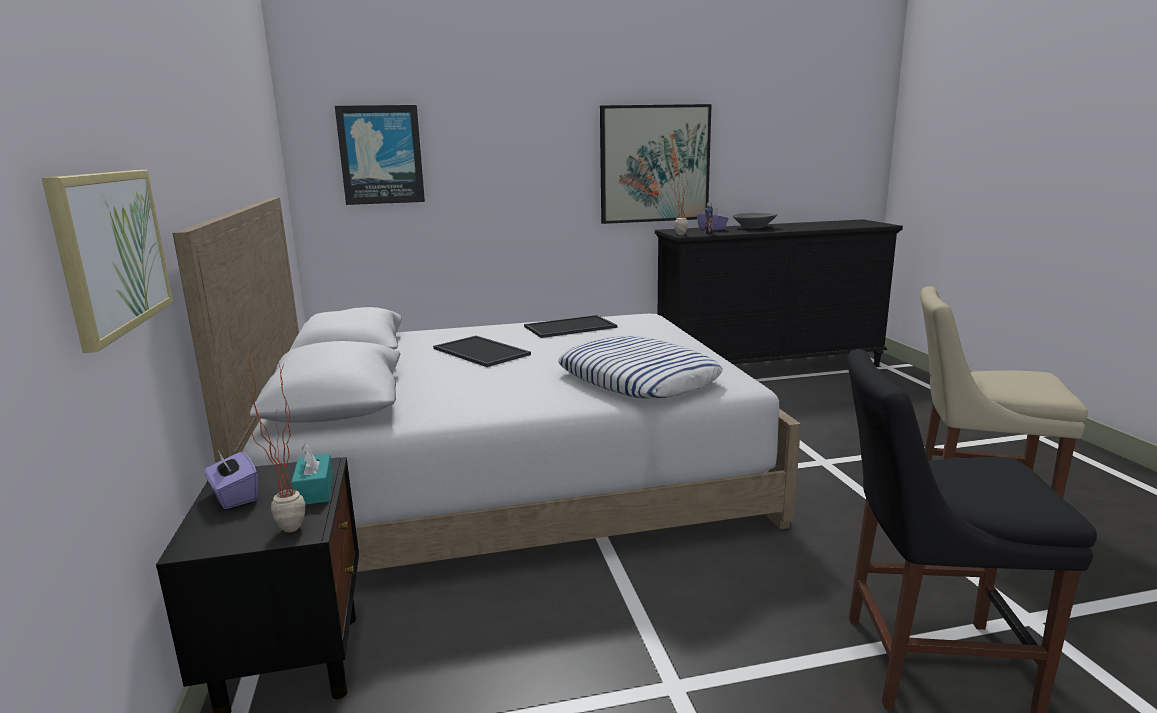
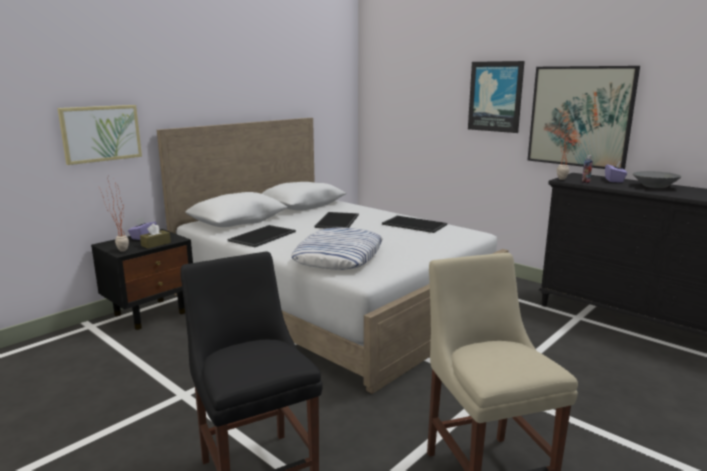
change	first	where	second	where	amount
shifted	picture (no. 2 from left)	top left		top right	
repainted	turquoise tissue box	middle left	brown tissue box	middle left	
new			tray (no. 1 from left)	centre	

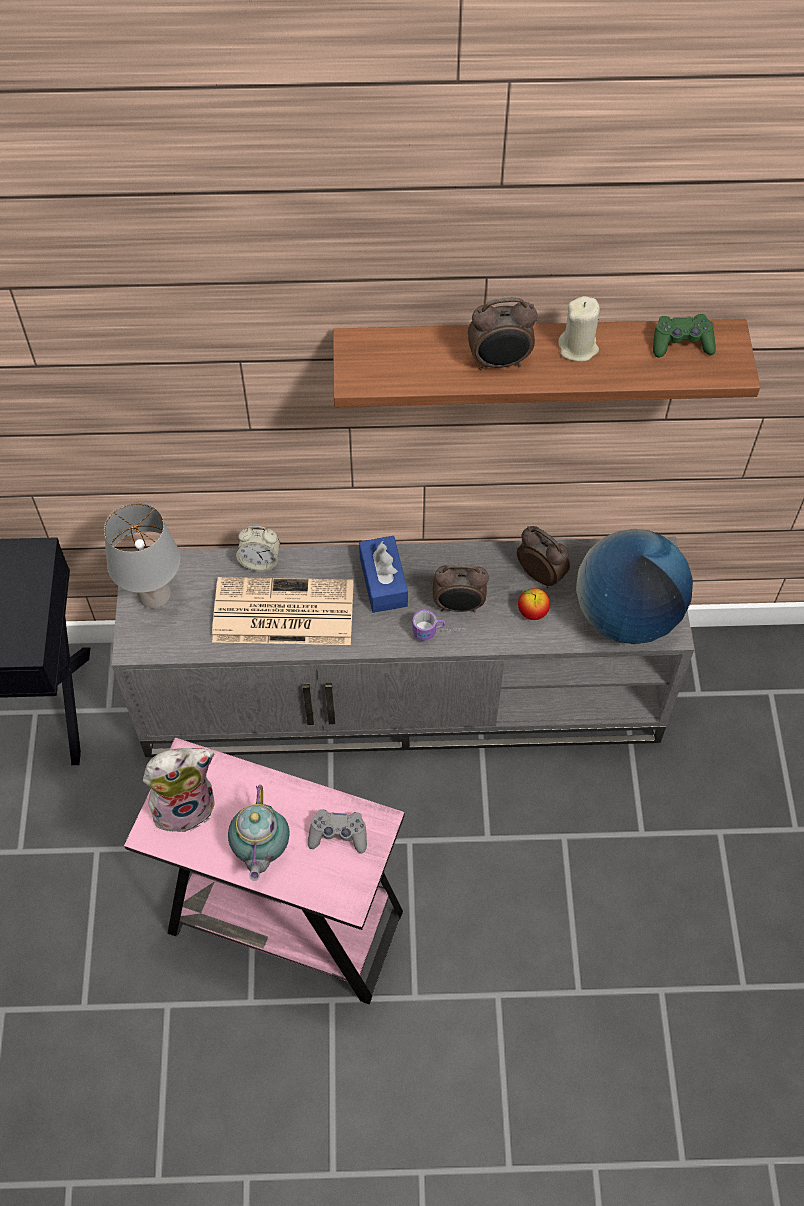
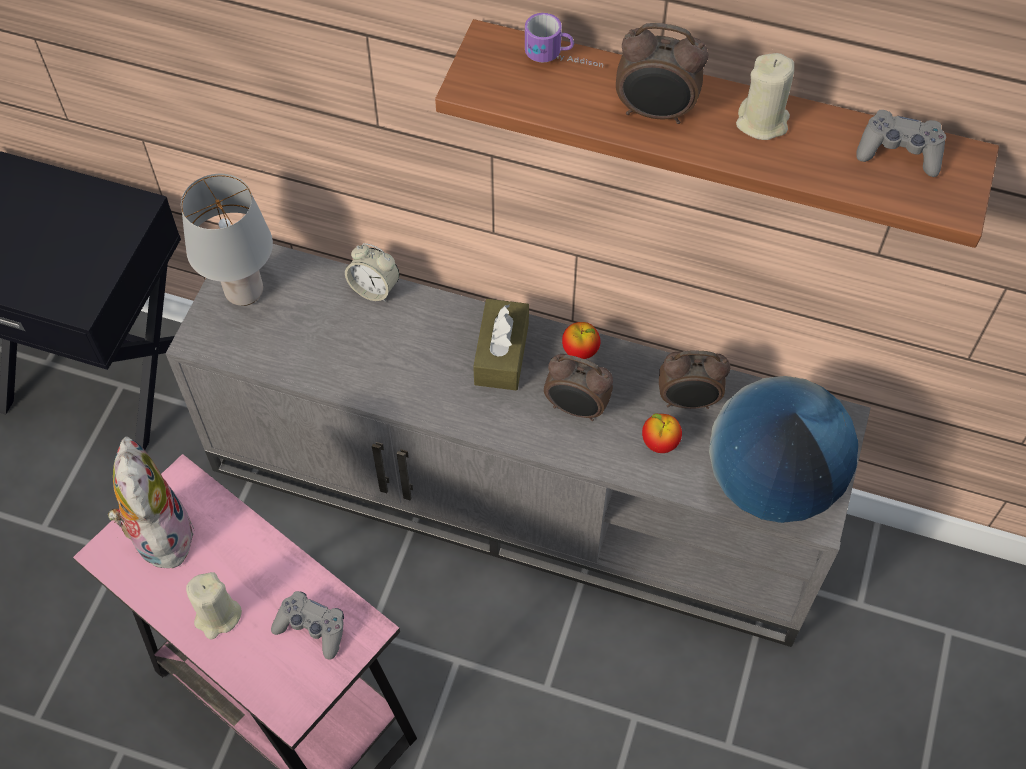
change	first	where	second	where	amount
repainted	green game controller	top right	grey game controller (no. 2 from left)	top right	
rotated	alarm clock (no. 4 from left)	middle right		middle right	120 degrees clockwise
repainted	blue tissue box	centre	brown tissue box	centre	
gone	newspaper	centre			
shifted	mug	centre		top centre	
rotated	plush toy	middle left		middle left	105 degrees counterclockwise
swapped	teapot	bottom left	beige candle (no. 1 from left)	bottom left	
new			apple (no. 1 from left)	centre	

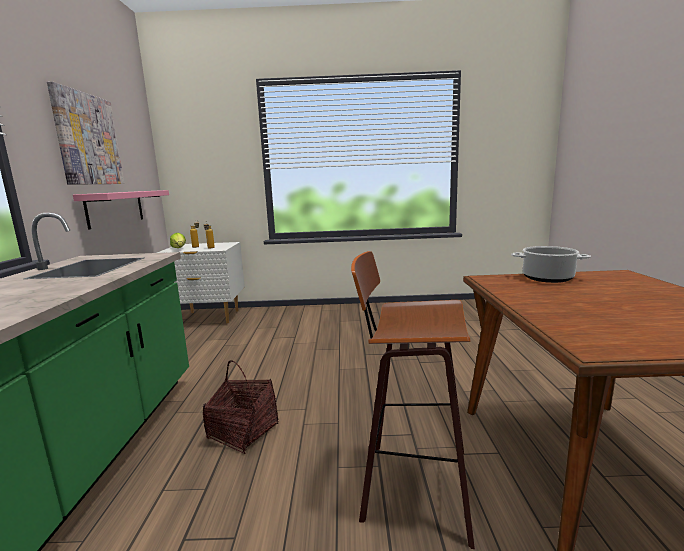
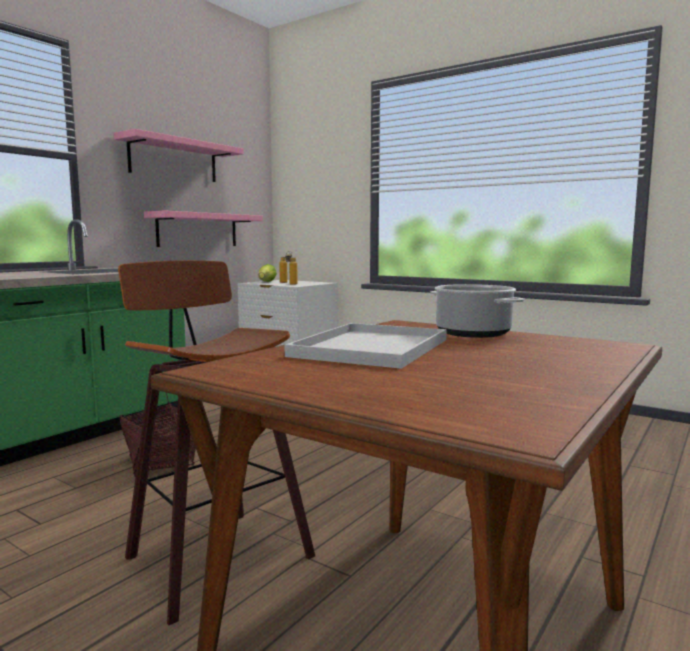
change	first	where	second	where	amount
swapped	picture	top left	pink shelf (no. 1 from left)	top left	
new			white tray	centre	

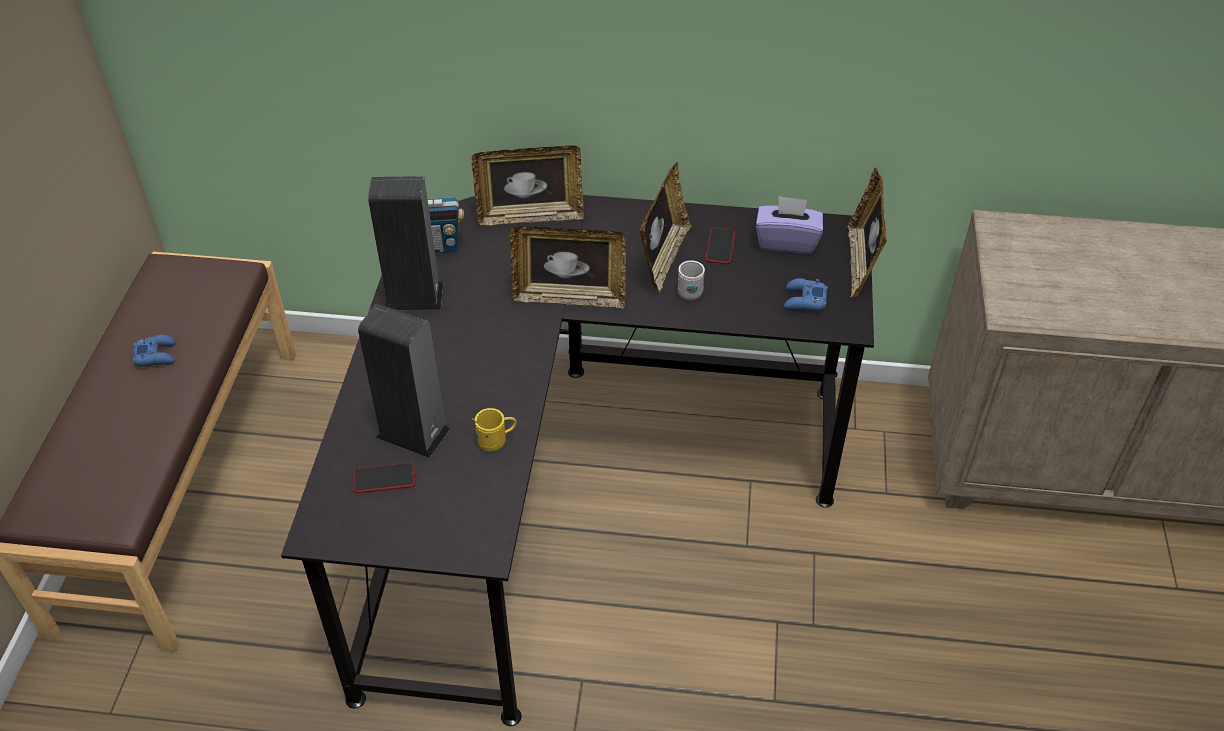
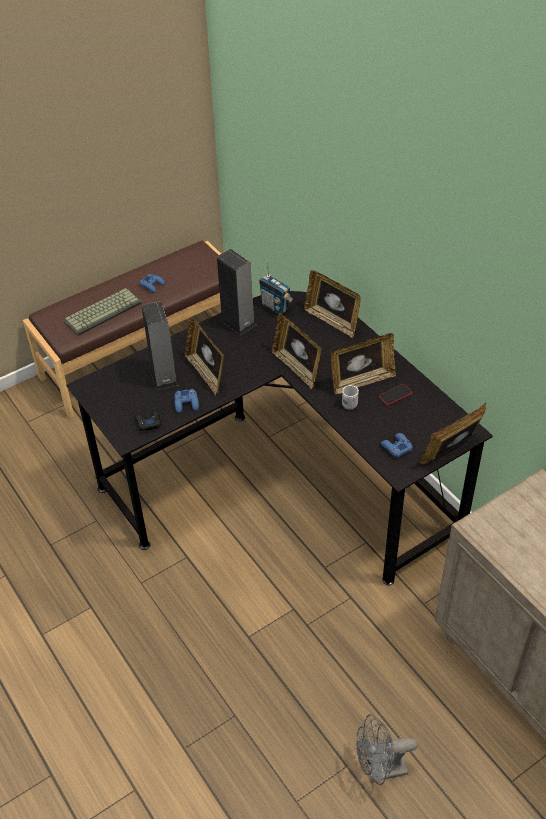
change	first	where	second	where	amount
gone	purple tissue box	top centre			
swapped	yellow mug	centre	blue game controller (no. 2 from left)	centre	
gone	phone (no. 1 from left)	middle left			
new			keyboard	middle left	
new			picture frame (no. 1 from left)	centre	
new			black game controller	middle left	
new			grey fan	bottom right	

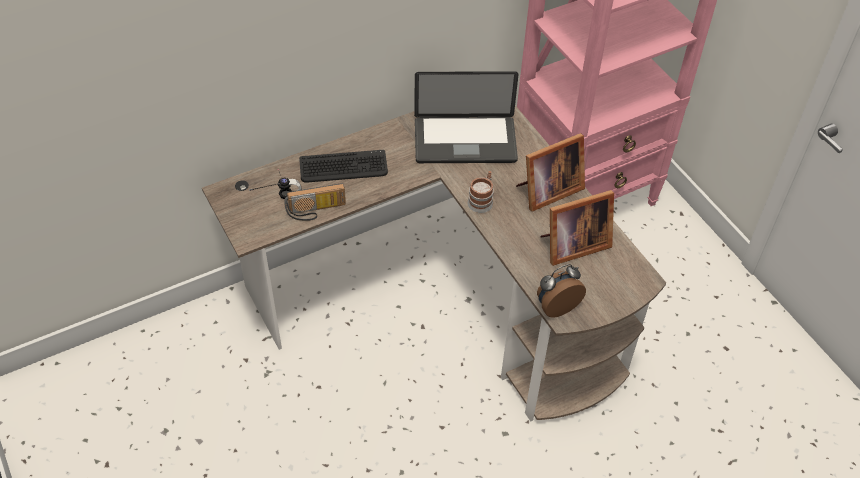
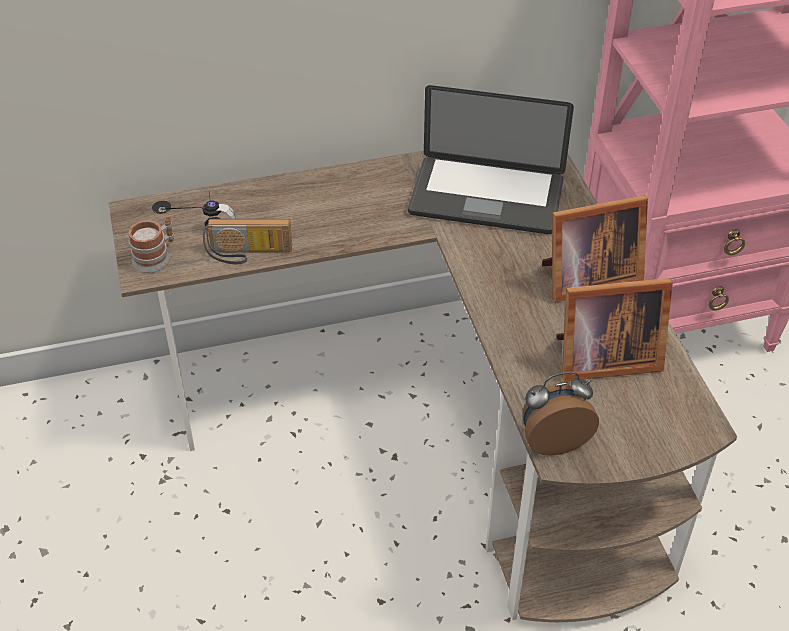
change	first	where	second	where	amount
gone	keyboard	centre			
shifted	mug	centre		middle left	

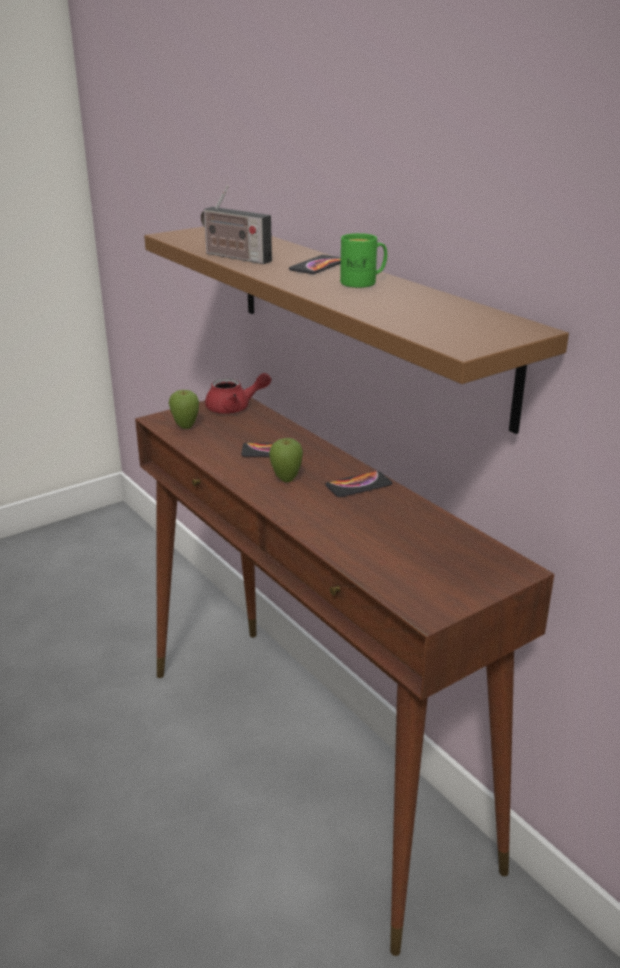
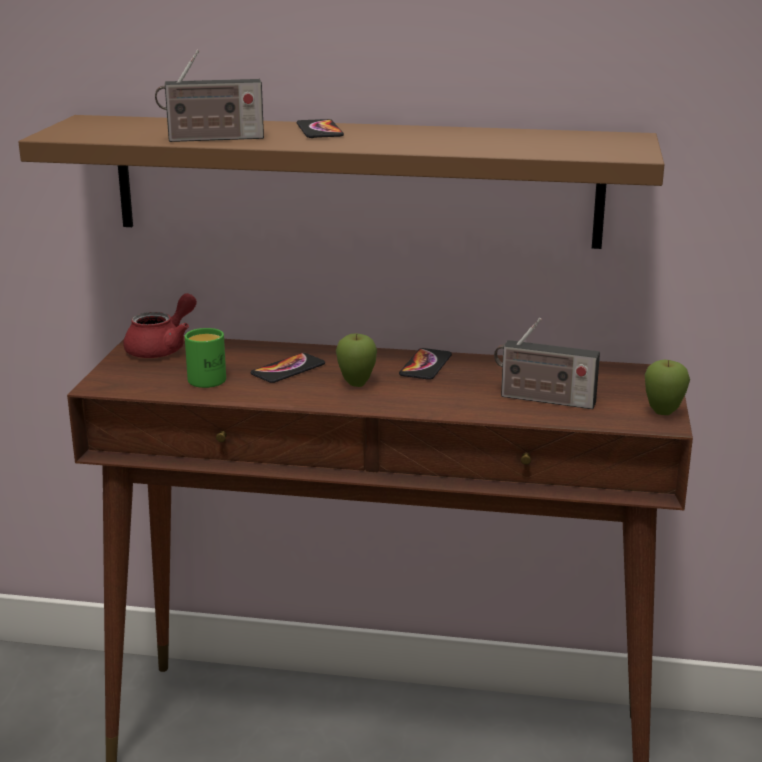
change	first	where	second	where	amount
shifted	green mug	top centre		middle left	
shifted	apple (no. 1 from left in the first image)	middle left	apple (no. 2 from left)	middle right	
new			radio (no. 2 from left)	middle right	

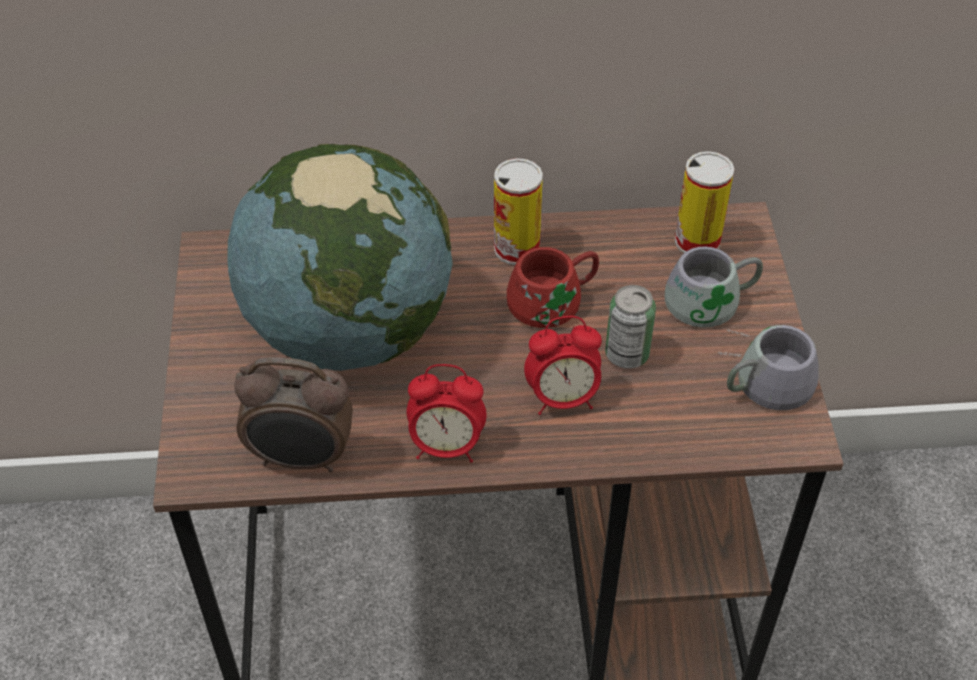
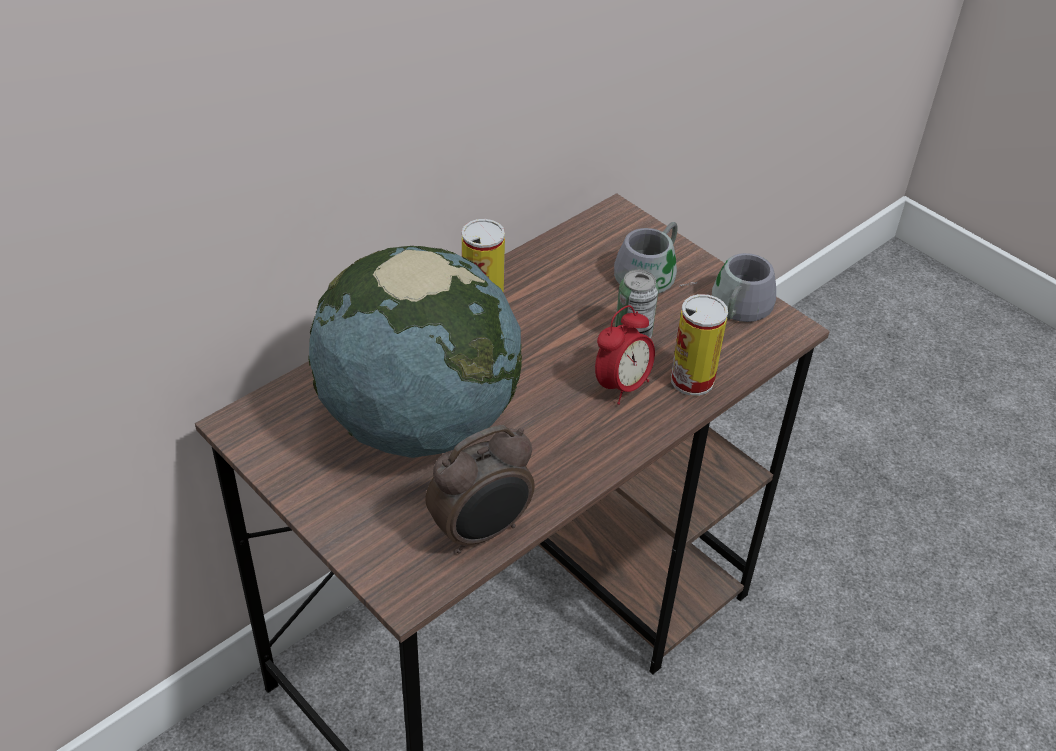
change	first	where	second	where	amount
shifted	can (no. 3 from left)	top right		centre	
gone	red mug	centre			
gone	alarm clock (no. 2 from left)	centre			

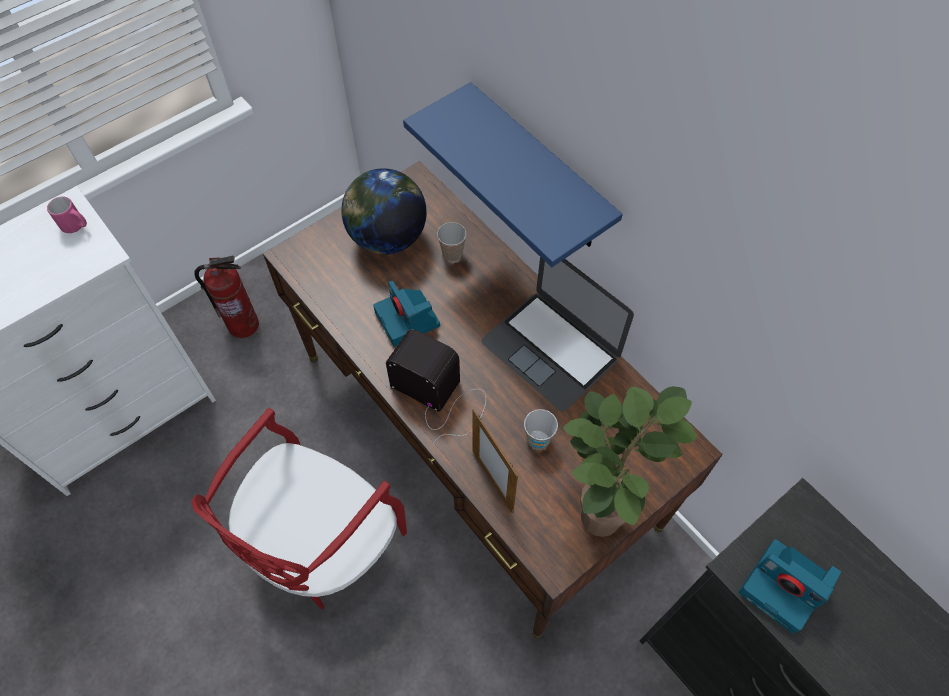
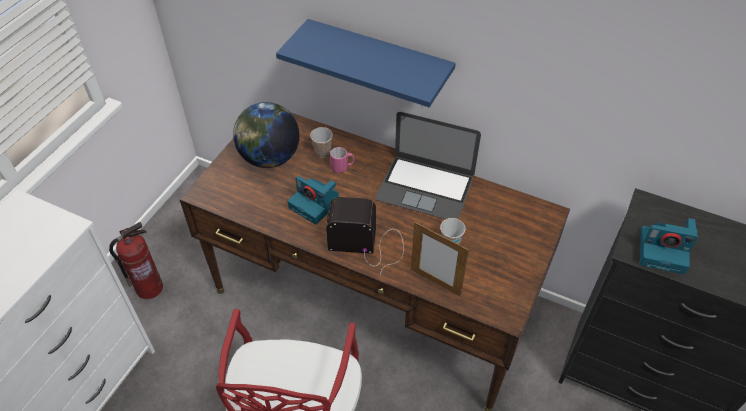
change	first	where	second	where	amount
shifted	pink mug	top left		centre	
gone	potted plant	centre			

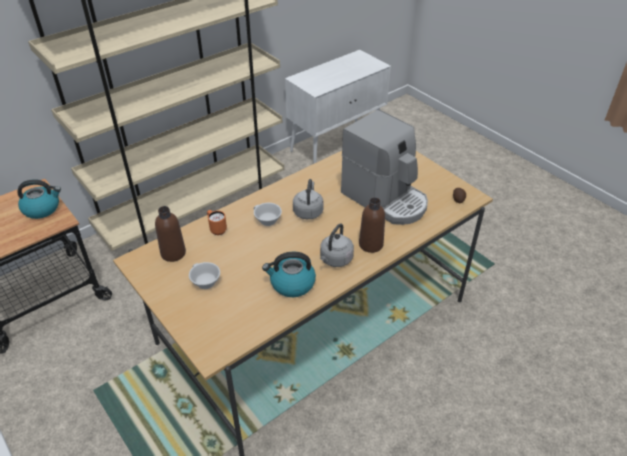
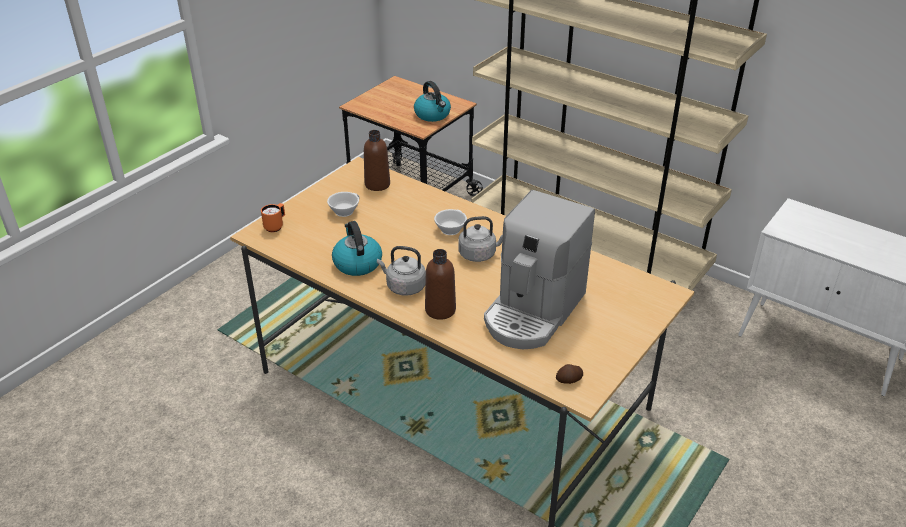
change	first	where	second	where	amount
shifted	orange mug	centre		middle left	

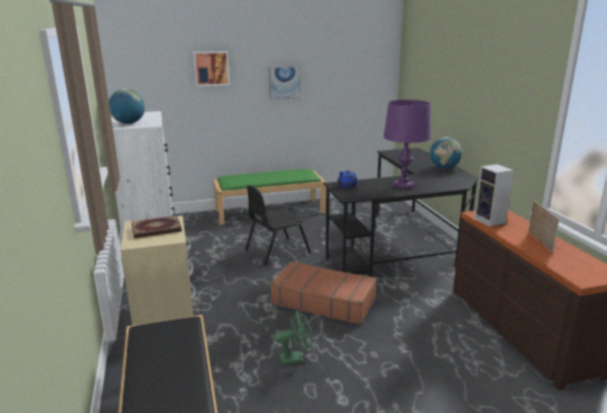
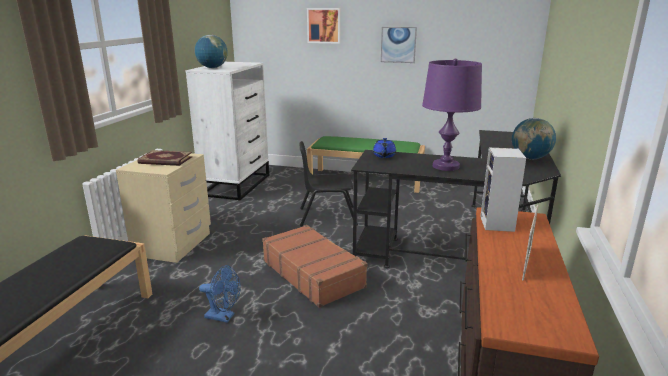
change	first	where	second	where	amount
repainted	green fan	bottom centre	blue fan	bottom left	

